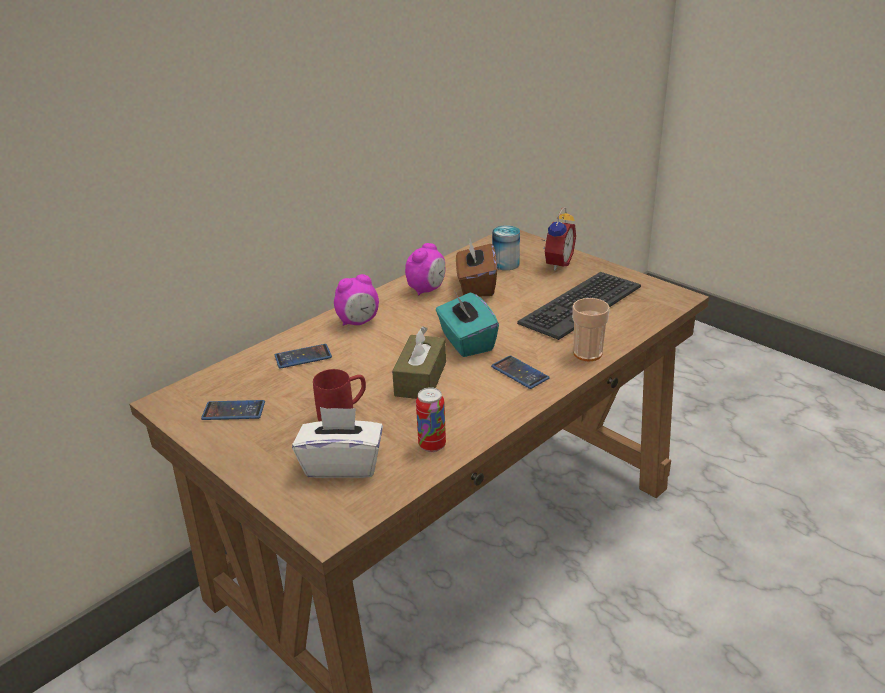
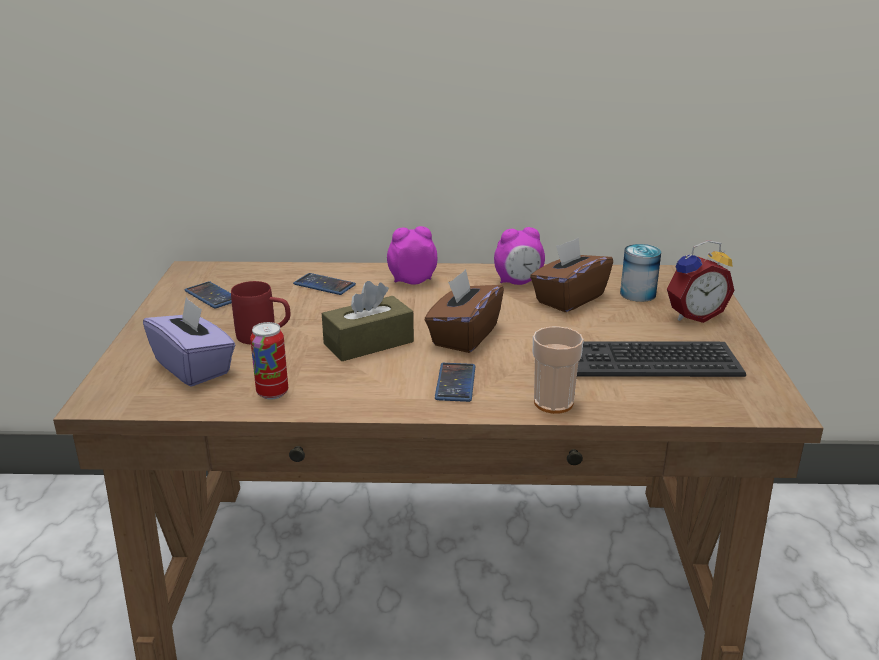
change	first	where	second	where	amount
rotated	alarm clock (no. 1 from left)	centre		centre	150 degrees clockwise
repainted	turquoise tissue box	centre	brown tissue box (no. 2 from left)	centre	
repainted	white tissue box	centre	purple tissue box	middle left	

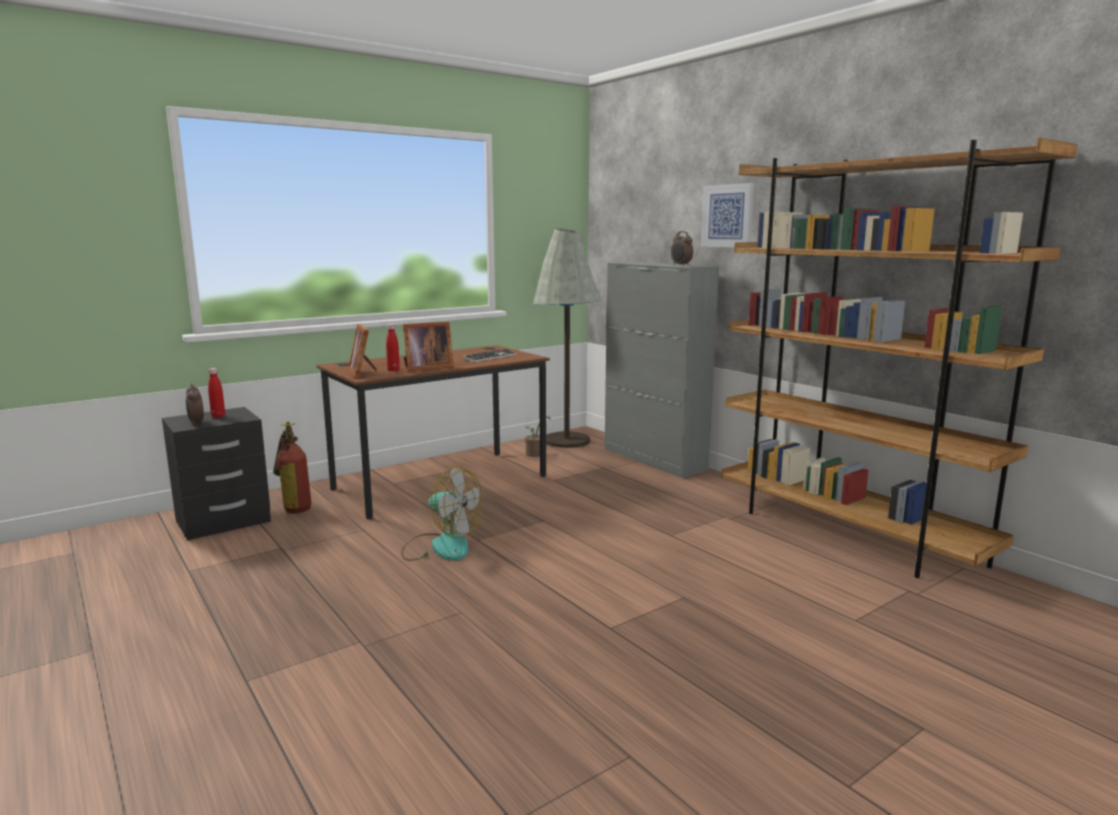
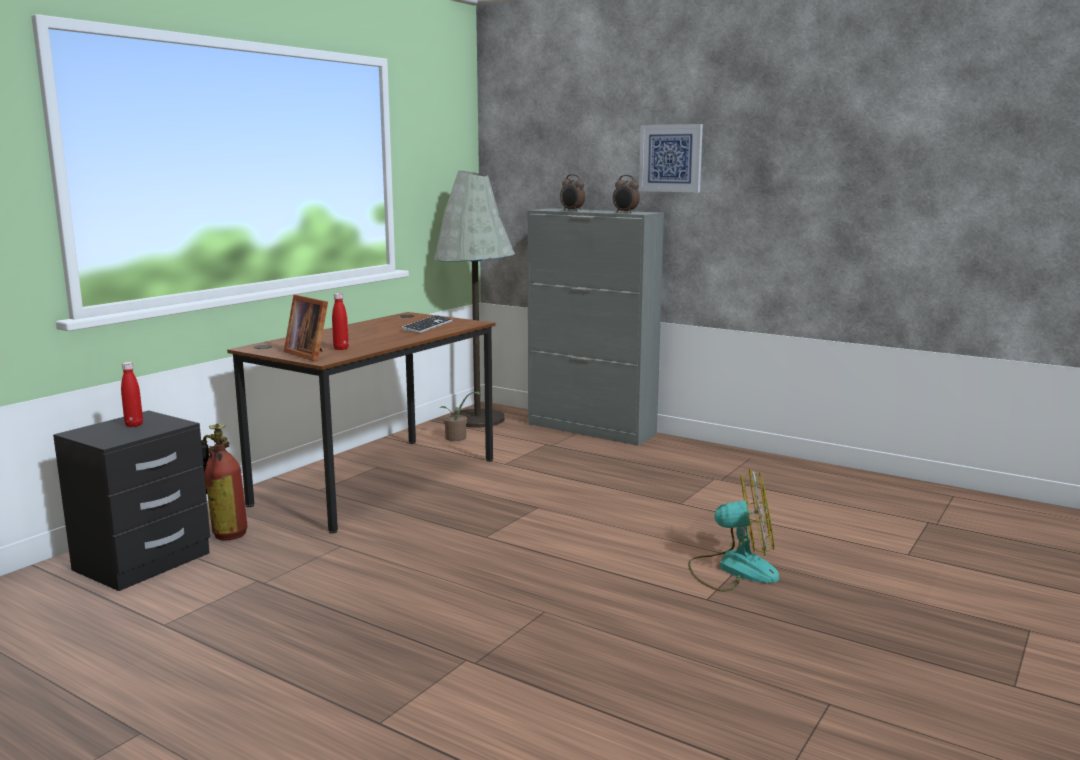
change	first	where	second	where	amount
gone	brown bookcase	middle right			
gone	picture frame (no. 2 from left)	centre			
shifted	alarm clock (no. 1 from left)	middle left		top centre	
shifted	fan	centre		bottom right	

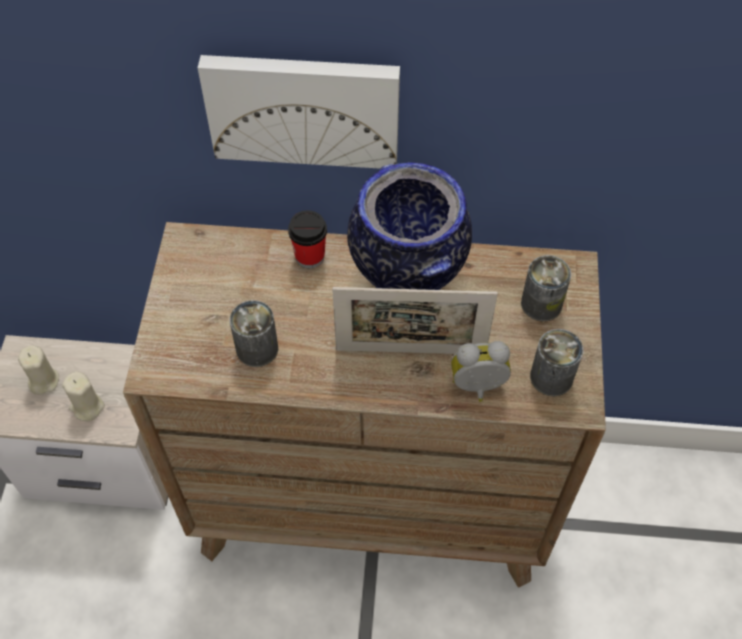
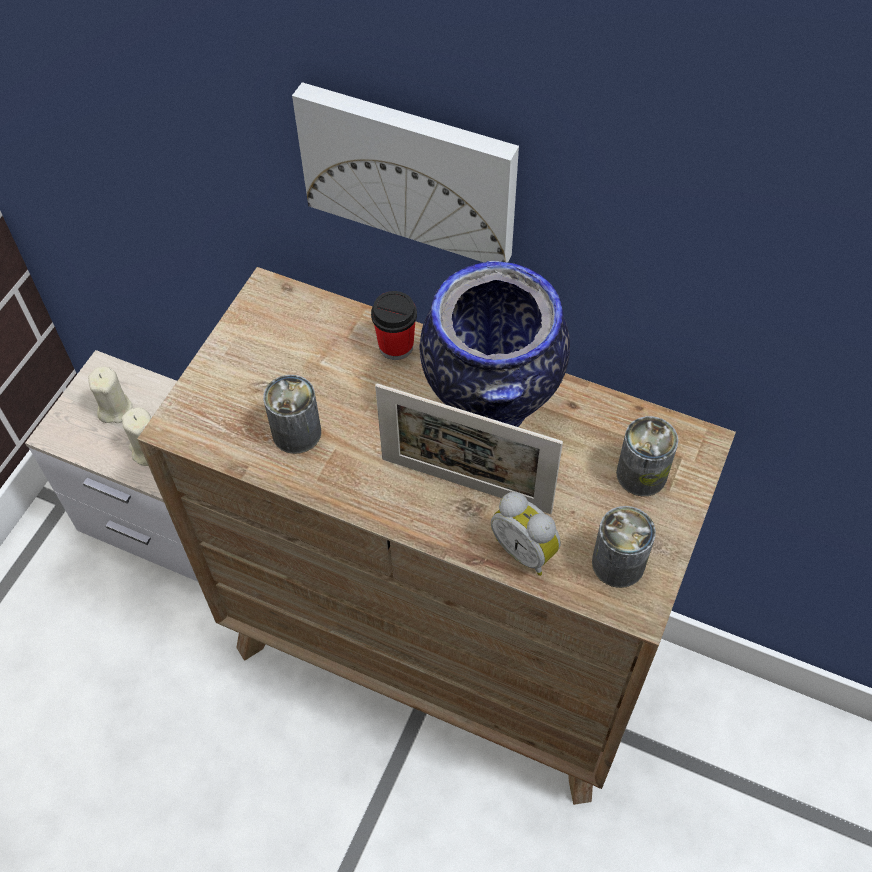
change	first	where	second	where	amount
rotated	alarm clock	centre		centre	150 degrees counterclockwise

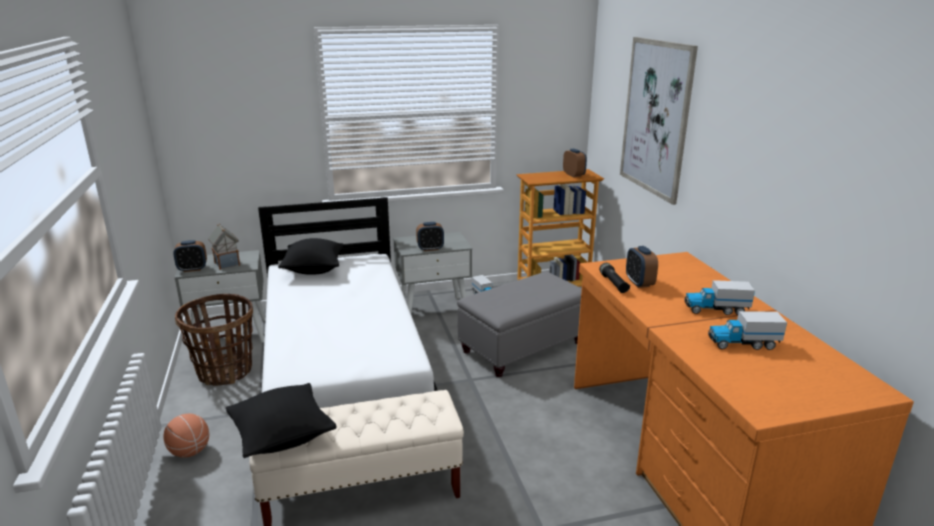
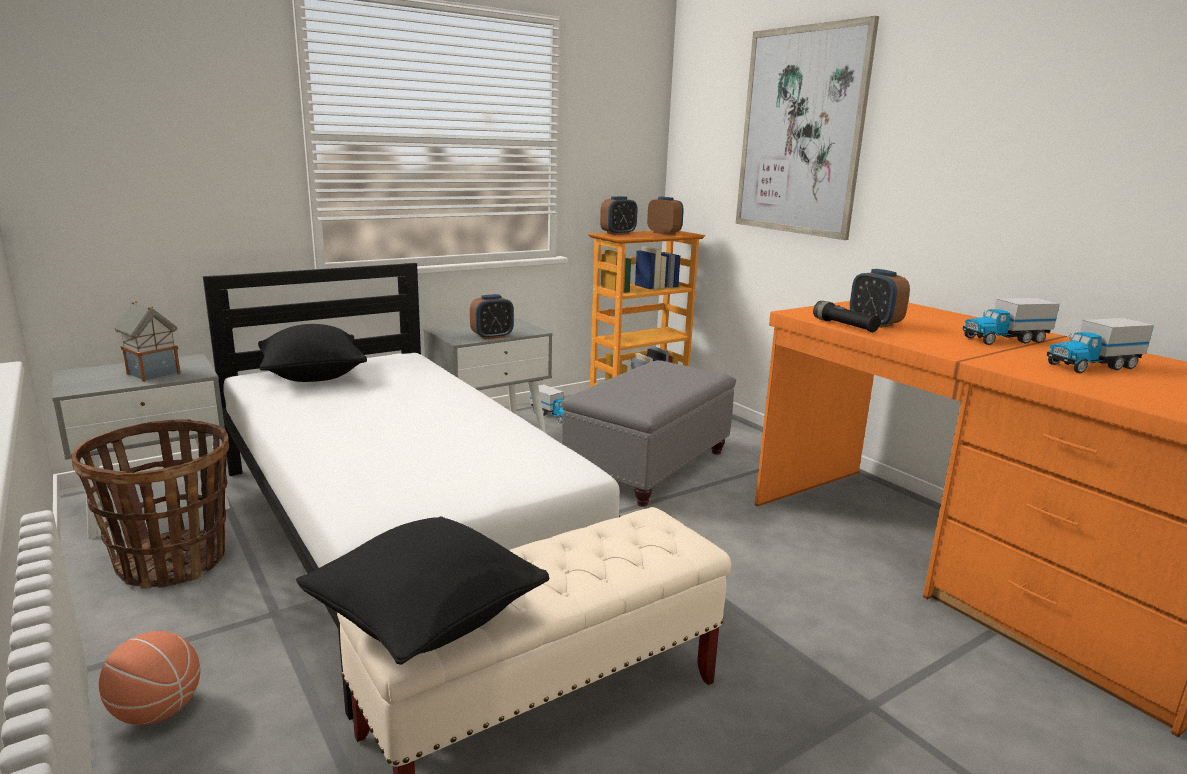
change	first	where	second	where	amount
shifted	alarm clock (no. 1 from left in the first image)	middle left	alarm clock (no. 2 from left)	top centre	

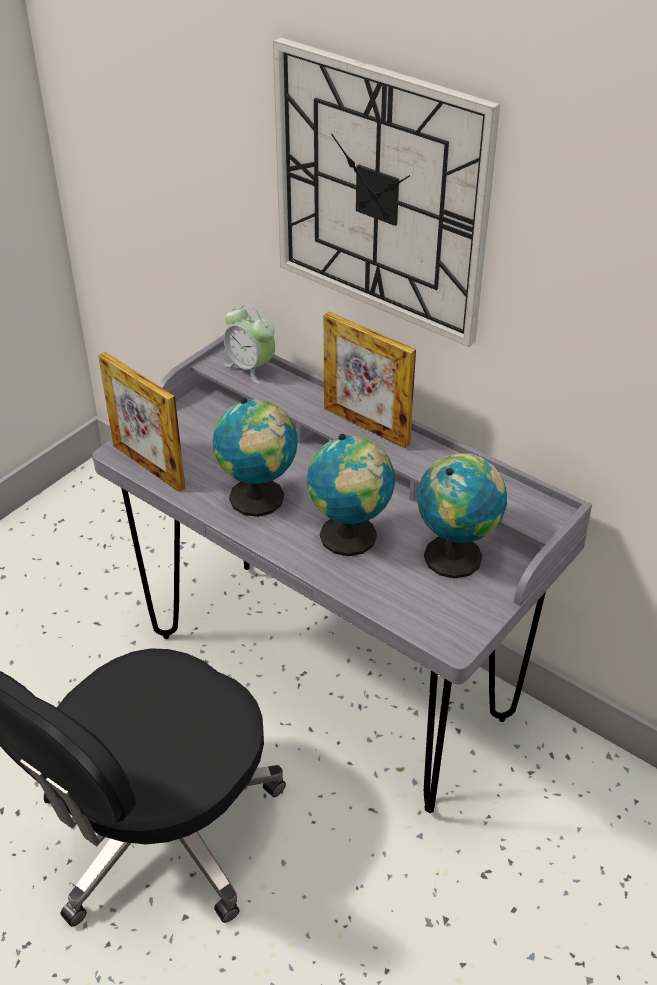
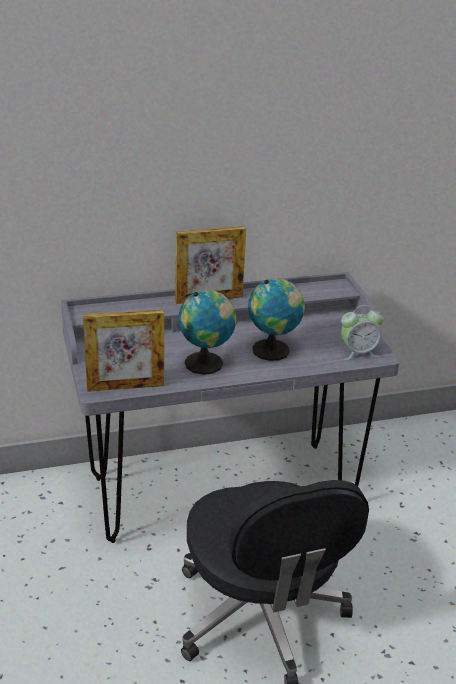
change	first	where	second	where	amount
gone	wall clock	top centre			
shifted	alarm clock	centre		middle right	
gone	globe (no. 3 from left)	middle right			

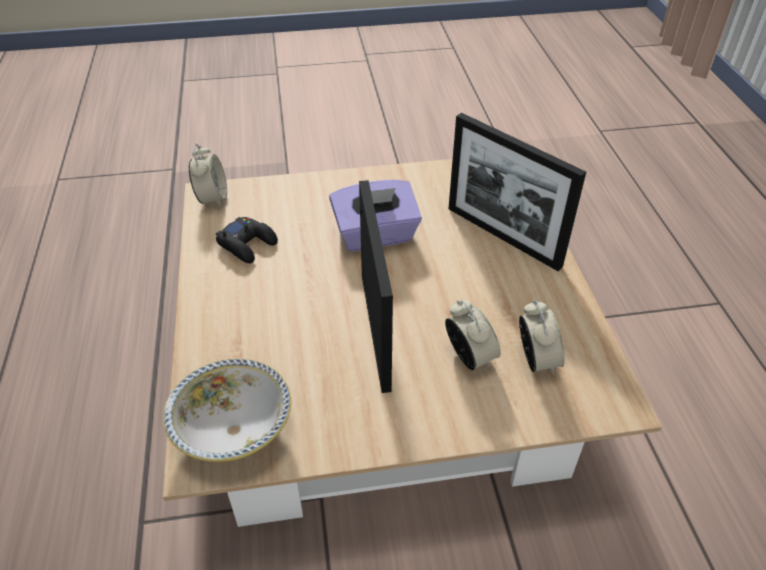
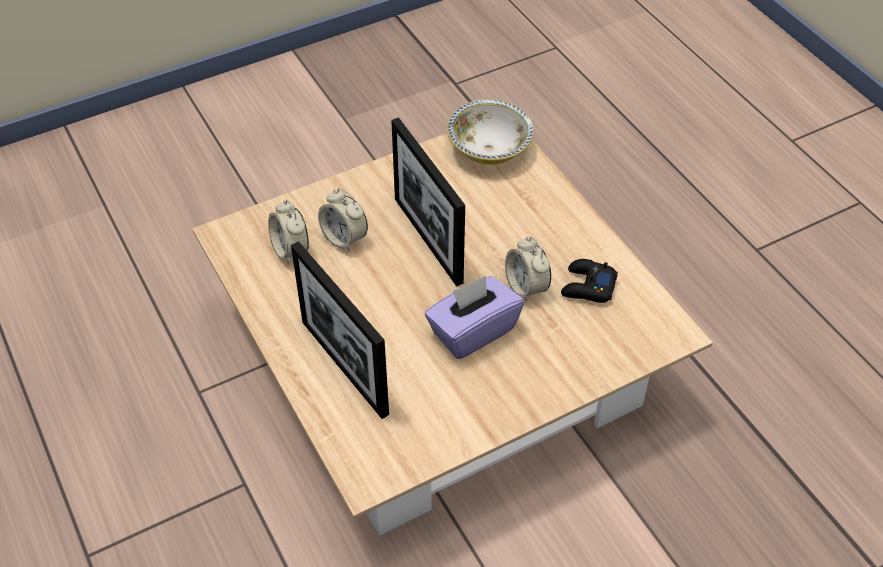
change	first	where	second	where	amount
rotated	picture frame (no. 2 from left in the first image)	middle right	picture frame (no. 1 from left)	centre	150 degrees counterclockwise
shifted	alarm clock (no. 1 from left in the first image)	top left	alarm clock (no. 3 from left)	centre	

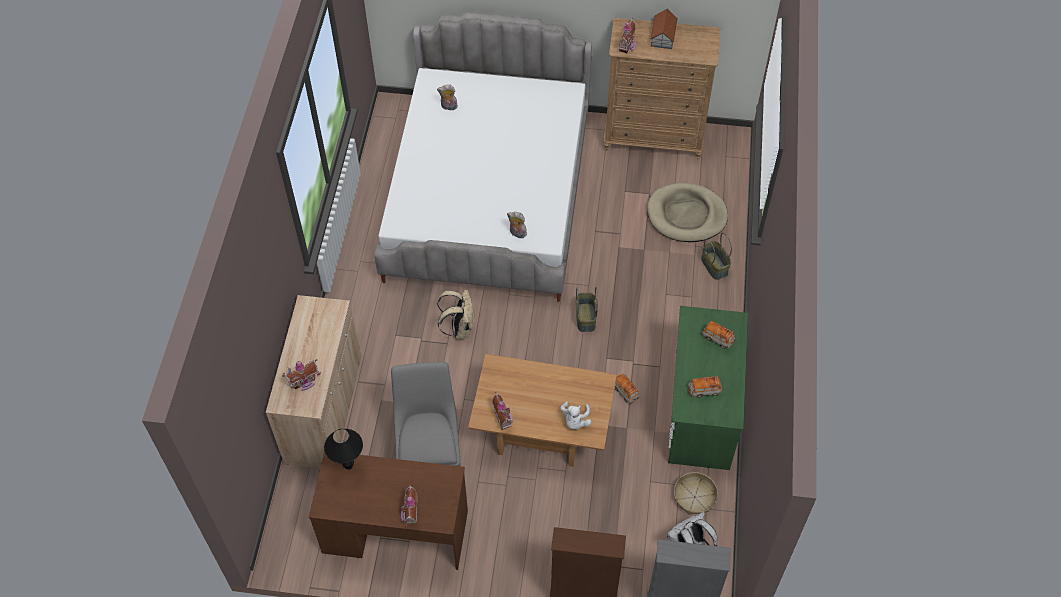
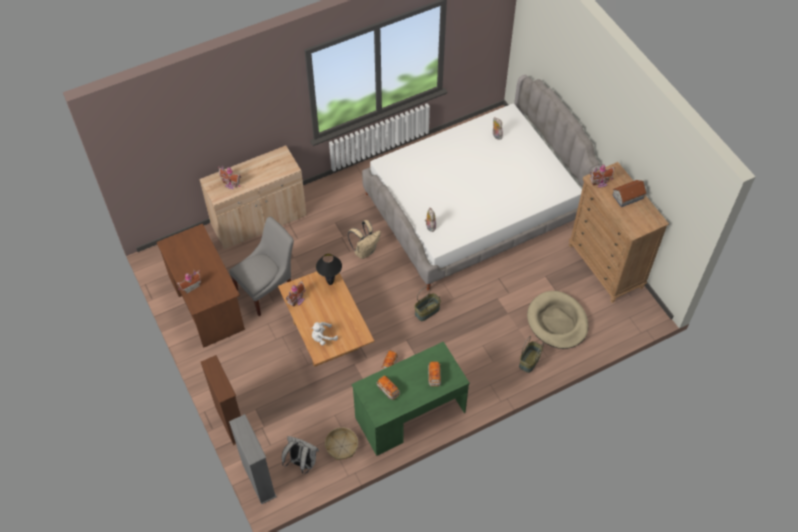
change	first	where	second	where	amount
shifted	black table lamp	bottom left		centre	

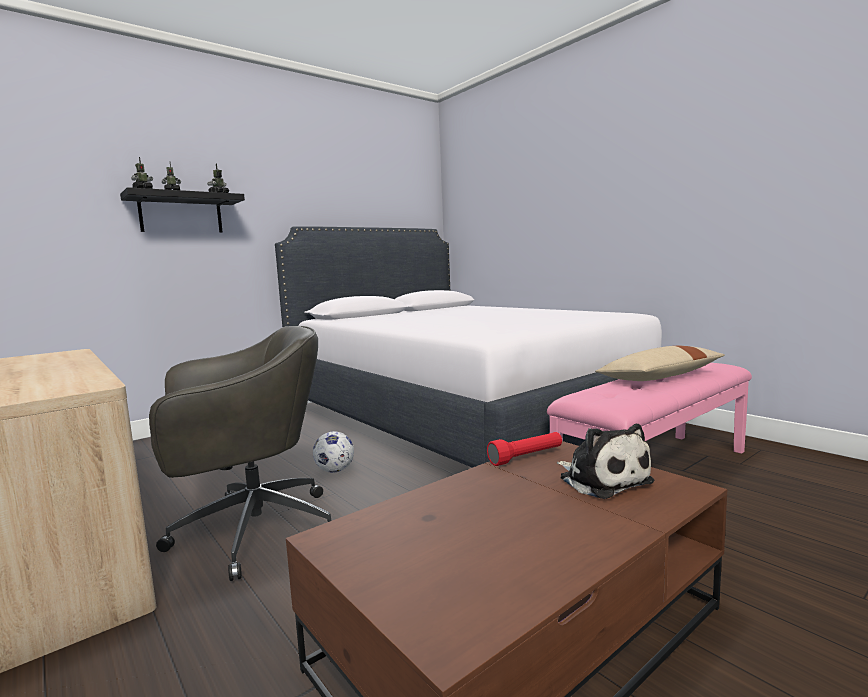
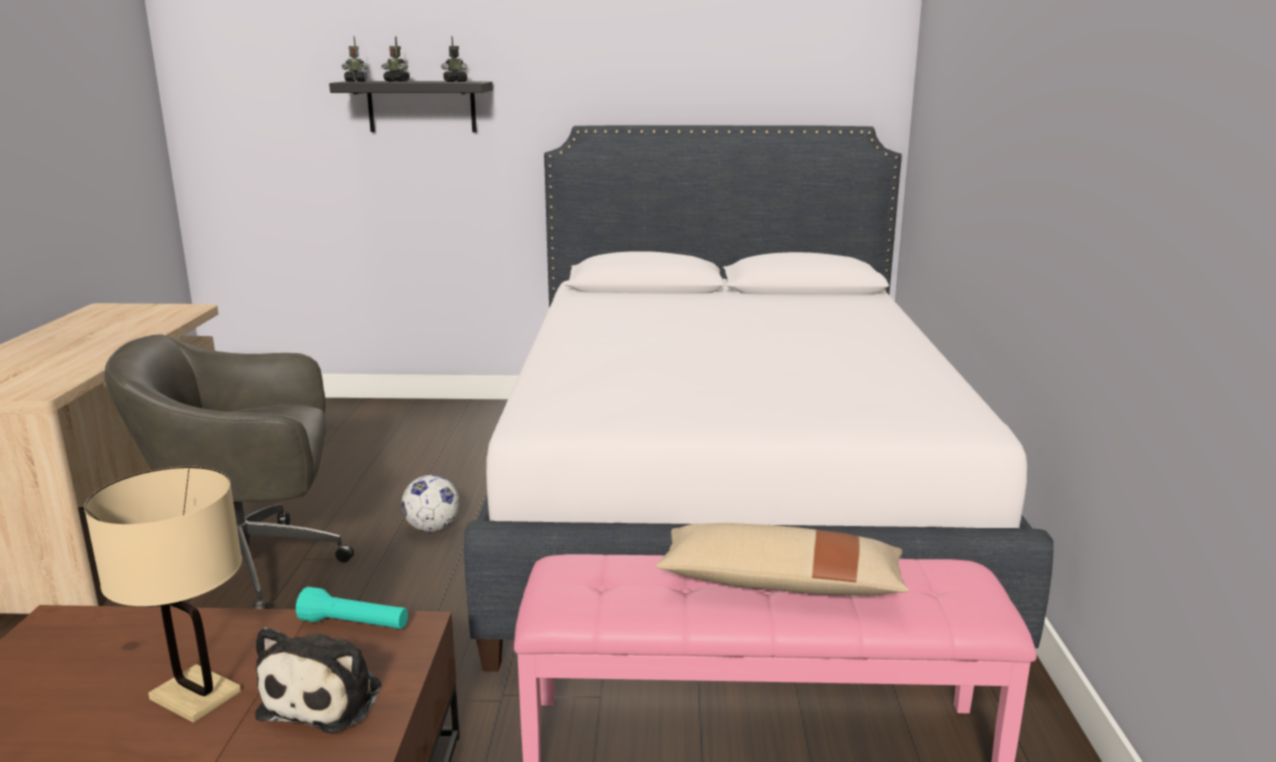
change	first	where	second	where	amount
rotated	grey office chair	middle left		middle left	150 degrees clockwise
repainted	red flashlight	centre	turquoise flashlight	bottom left	
new			beige table lamp	bottom left	

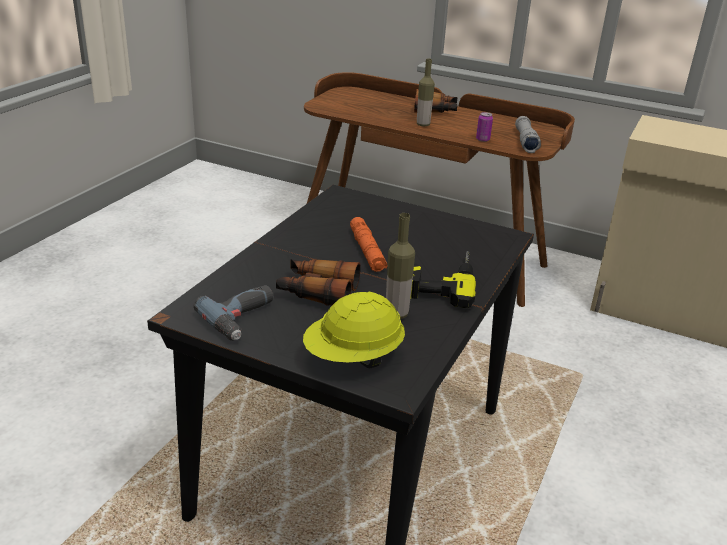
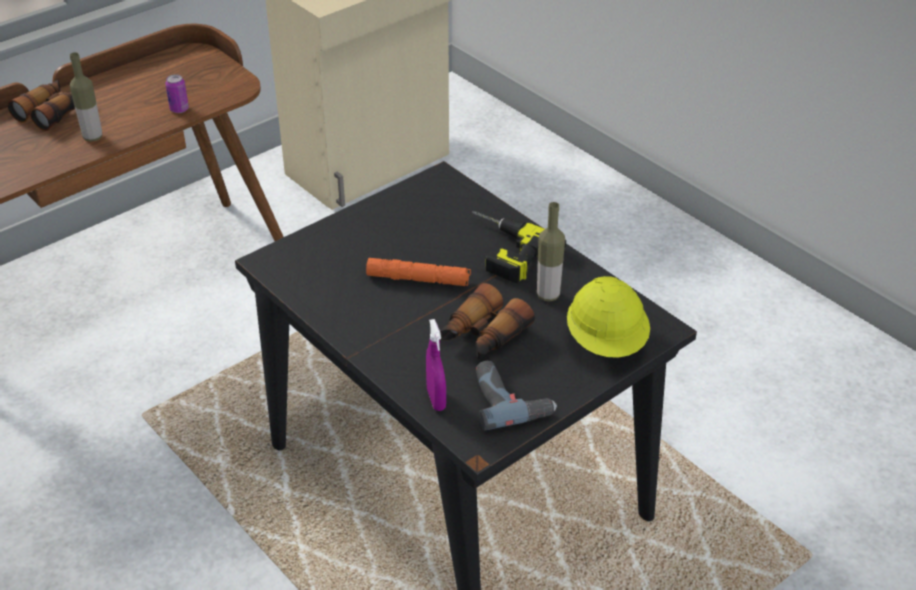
change	first	where	second	where	amount
gone	grey flashlight	top right			
new			purple spray bottle	centre	

